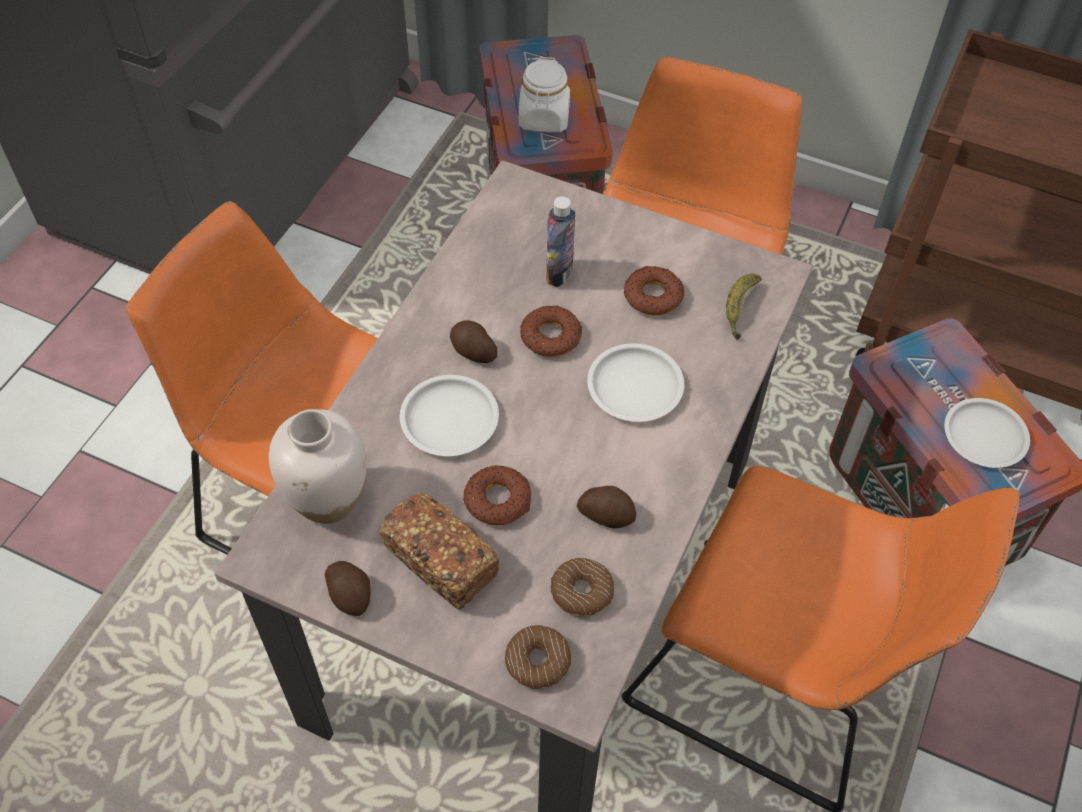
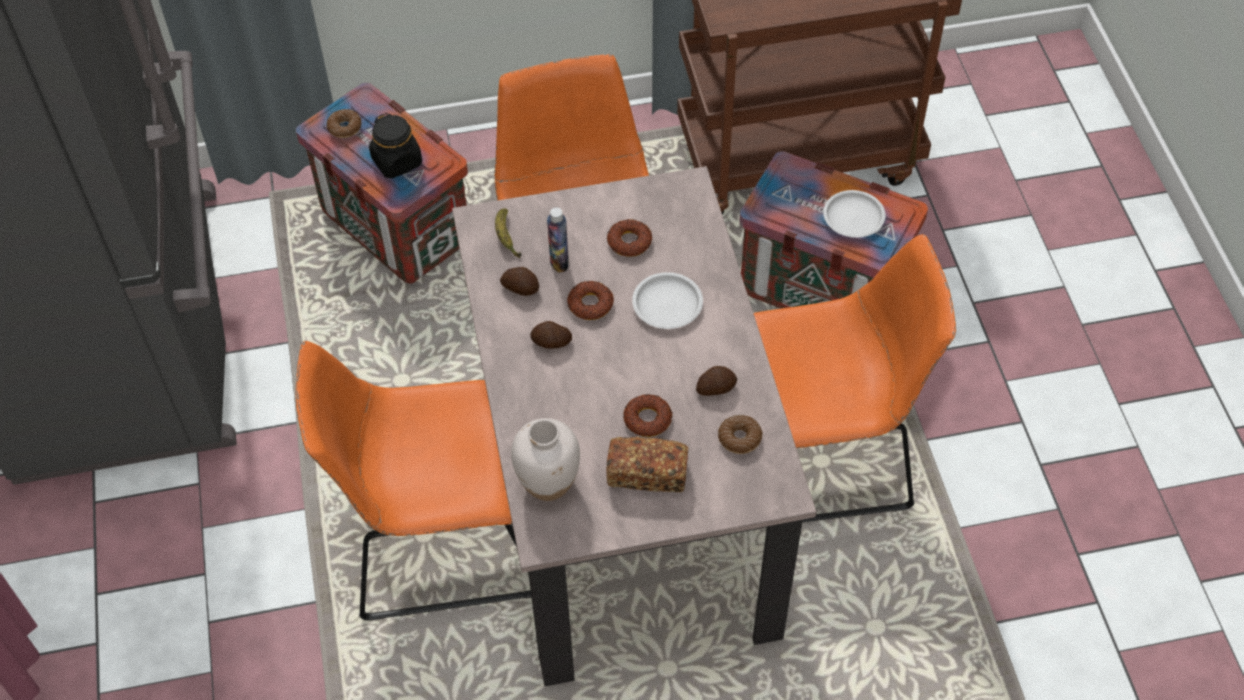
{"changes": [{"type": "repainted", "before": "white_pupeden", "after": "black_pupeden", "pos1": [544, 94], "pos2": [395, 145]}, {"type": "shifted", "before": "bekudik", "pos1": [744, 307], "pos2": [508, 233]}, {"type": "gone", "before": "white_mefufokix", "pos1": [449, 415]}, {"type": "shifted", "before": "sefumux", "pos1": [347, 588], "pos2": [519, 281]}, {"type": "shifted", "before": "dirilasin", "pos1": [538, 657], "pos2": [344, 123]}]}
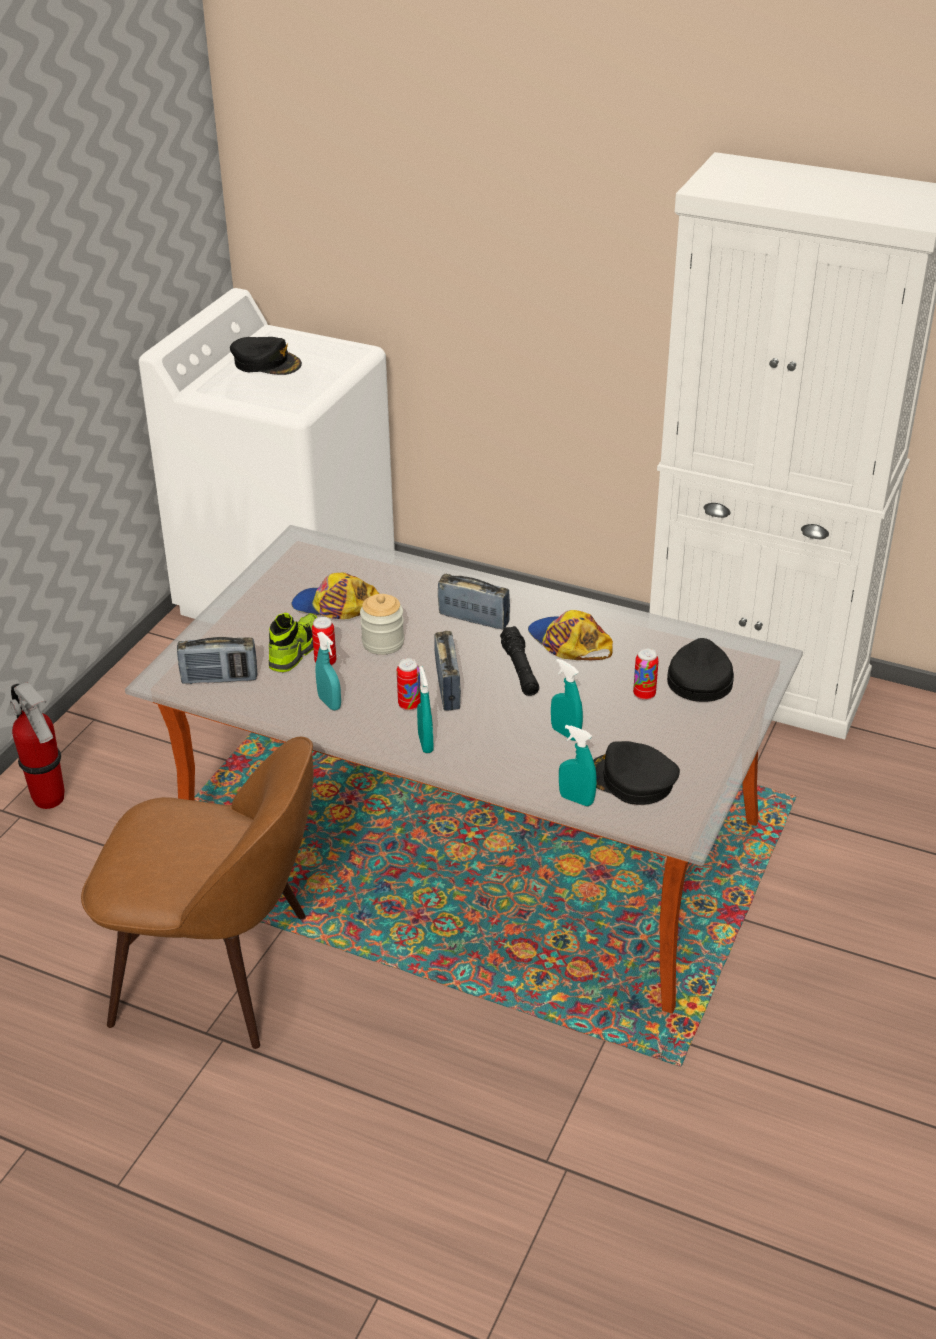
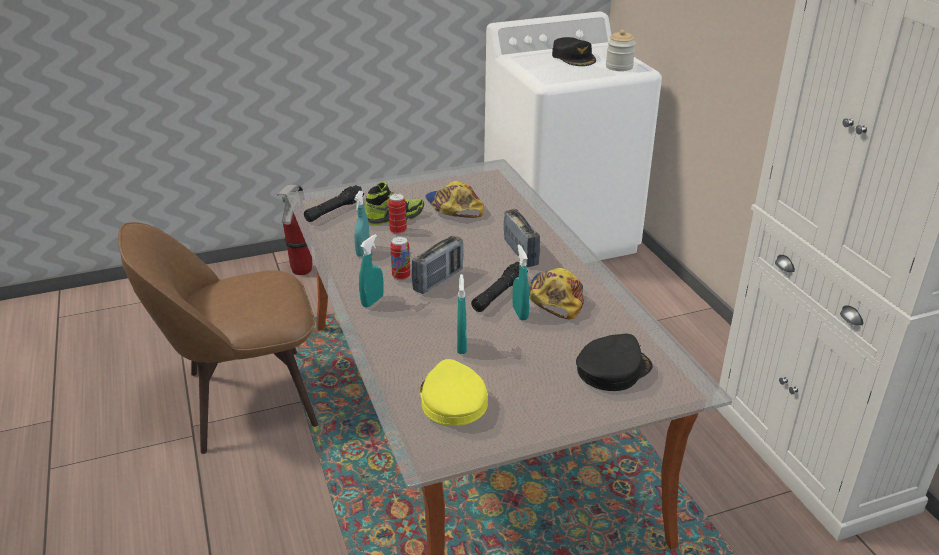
{"changes": [{"type": "shifted", "before": "pupeden", "pos1": [382, 624], "pos2": [621, 50]}, {"type": "swapped", "before": "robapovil", "after": "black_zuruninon", "pos1": [217, 660], "pos2": [334, 203]}, {"type": "gone", "before": "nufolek", "pos1": [646, 674]}, {"type": "shifted", "before": "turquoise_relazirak", "pos1": [578, 765], "pos2": [521, 282]}, {"type": "rotated", "before": "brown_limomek", "pos1": [197, 893], "pos2": [218, 338], "turn": 105}, {"type": "repainted", "before": "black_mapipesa", "after": "yellow_mapipesa", "pos1": [636, 773], "pos2": [454, 392]}]}
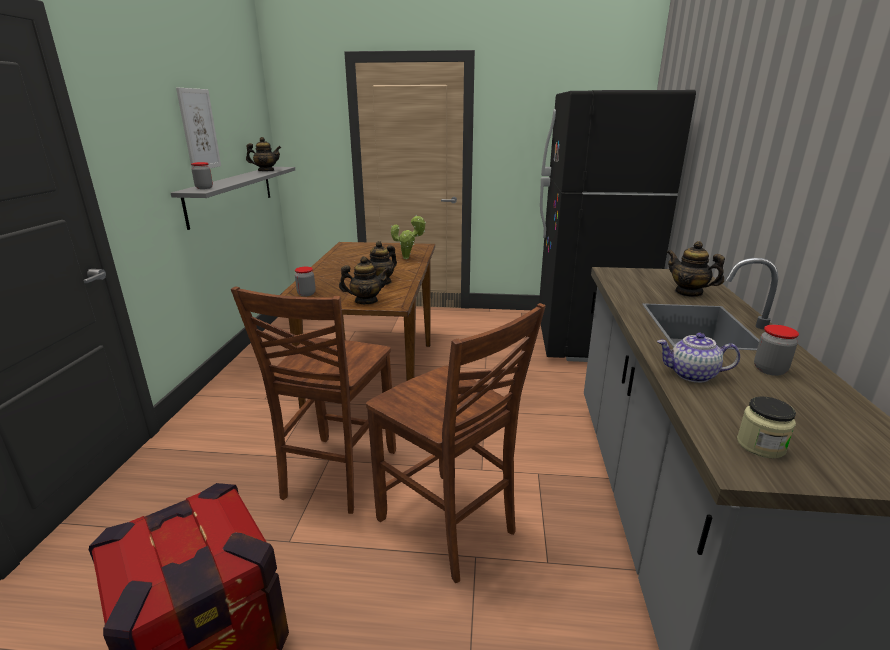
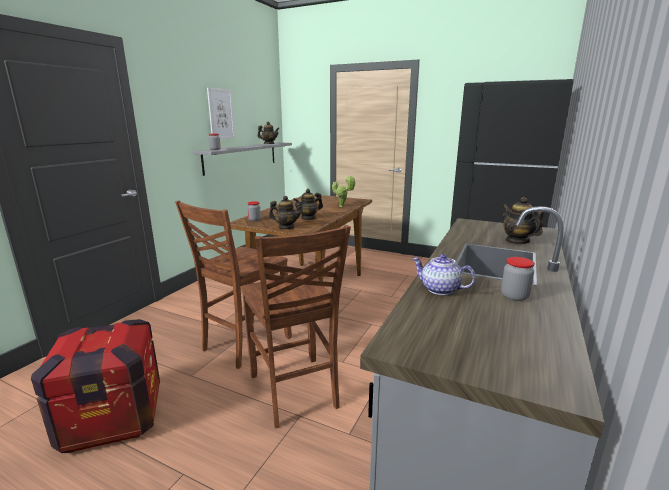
{"changes": [{"type": "gone", "before": "pupeden", "pos1": [766, 427]}]}
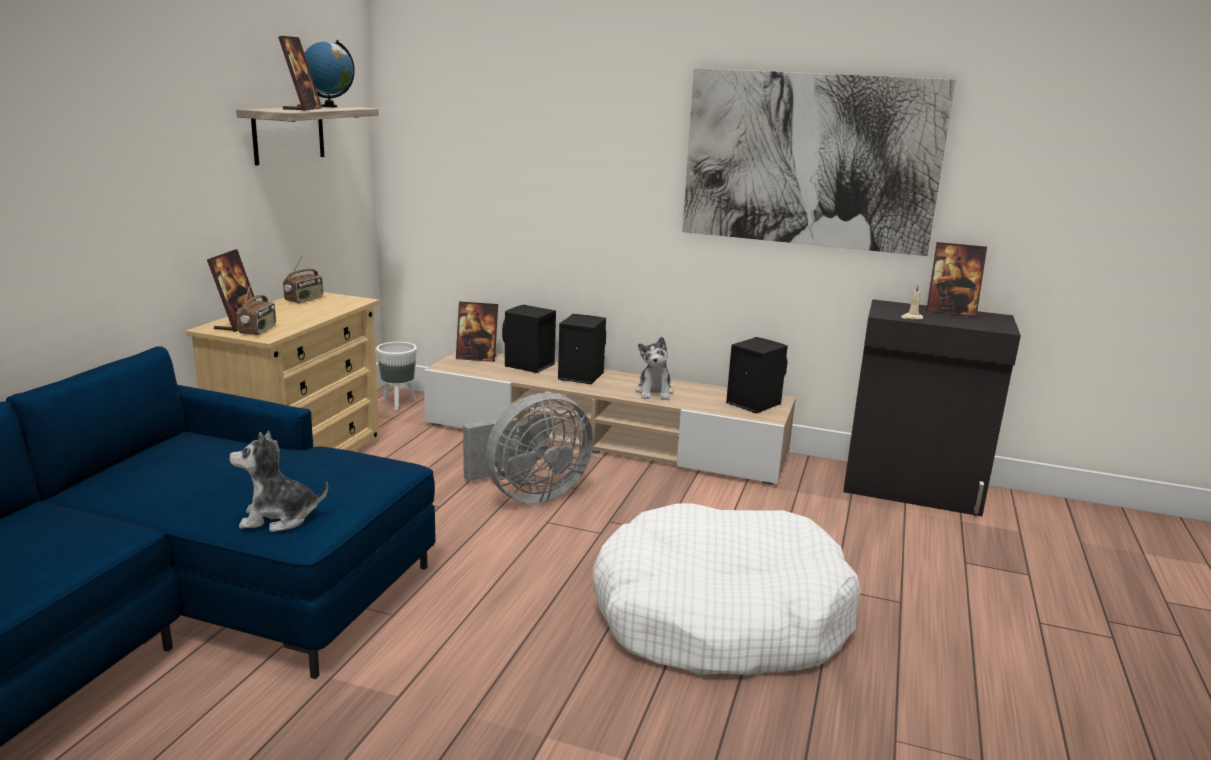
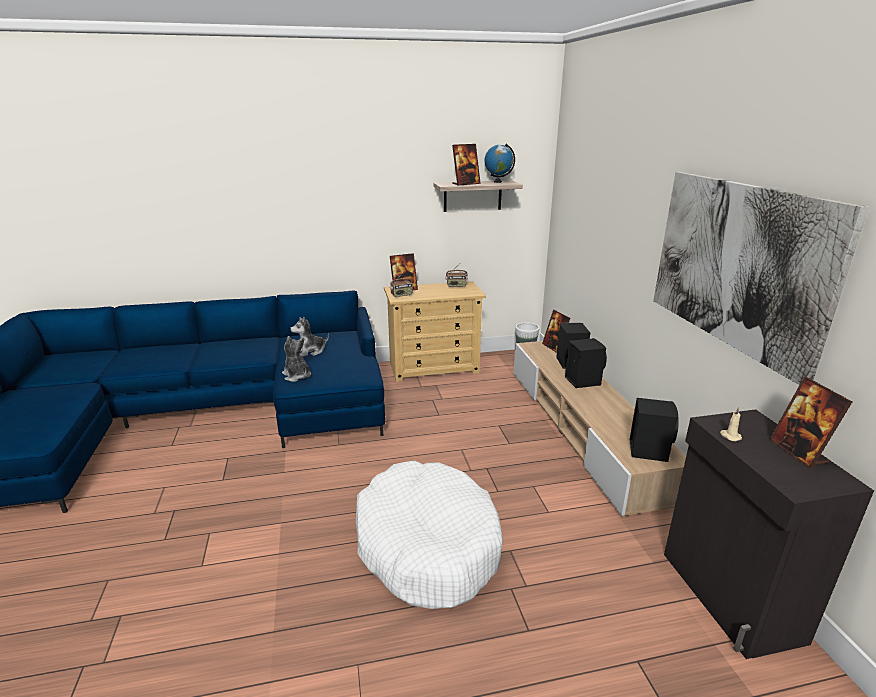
{"changes": [{"type": "shifted", "before": "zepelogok", "pos1": [655, 368], "pos2": [309, 336]}, {"type": "gone", "before": "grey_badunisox", "pos1": [528, 448]}]}
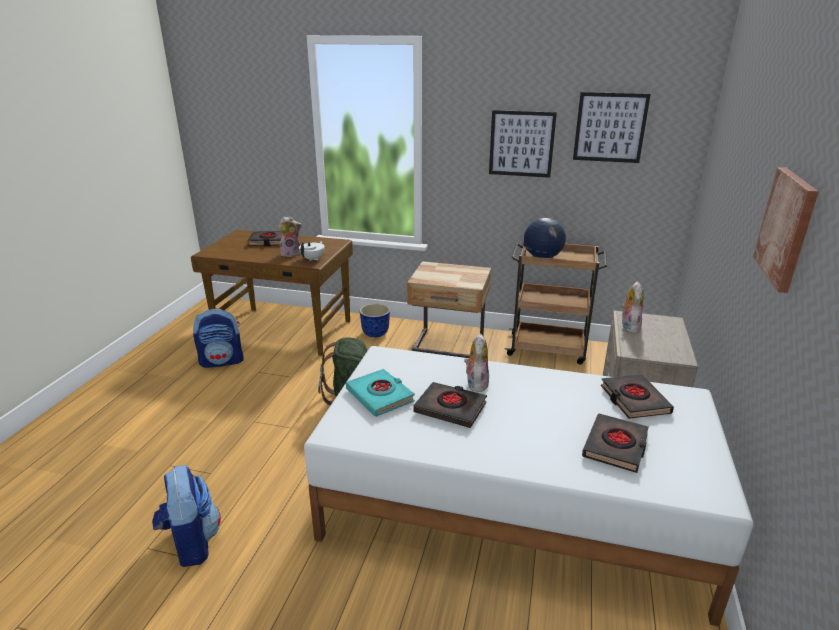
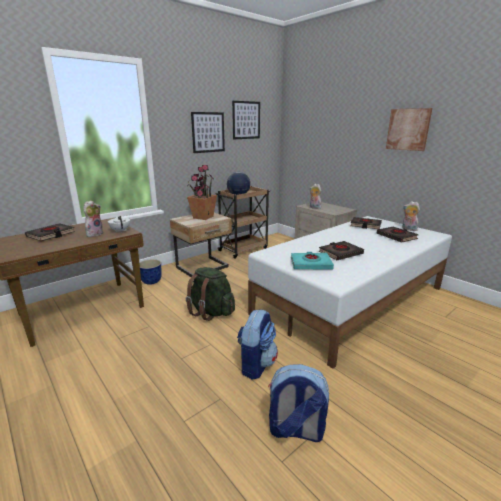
{"changes": [{"type": "shifted", "before": "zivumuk", "pos1": [218, 338], "pos2": [257, 344]}, {"type": "shifted", "before": "zepelogok", "pos1": [476, 363], "pos2": [411, 216]}, {"type": "new", "after": "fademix", "pos2": [202, 192]}]}
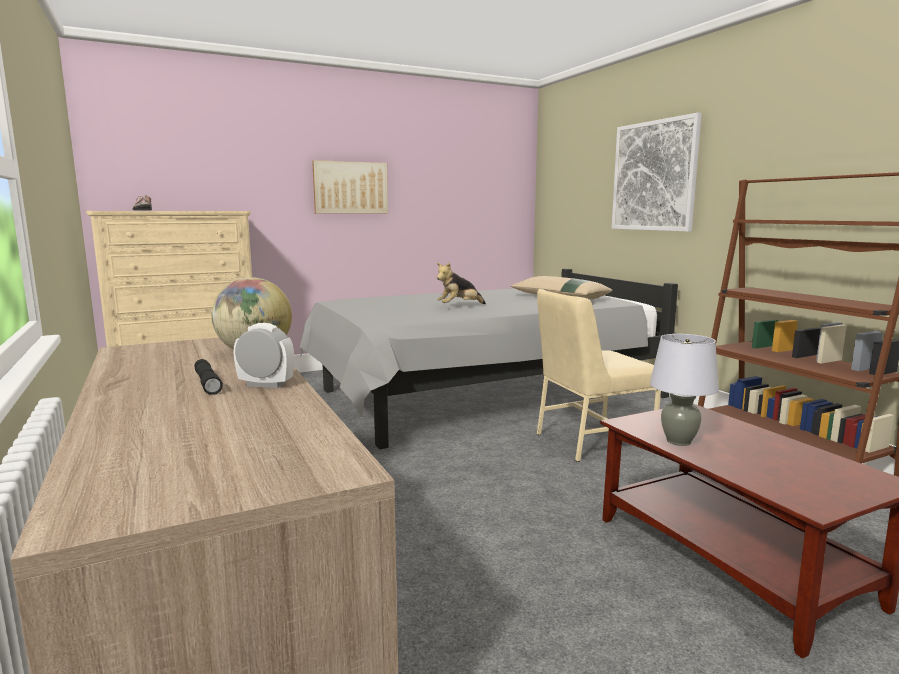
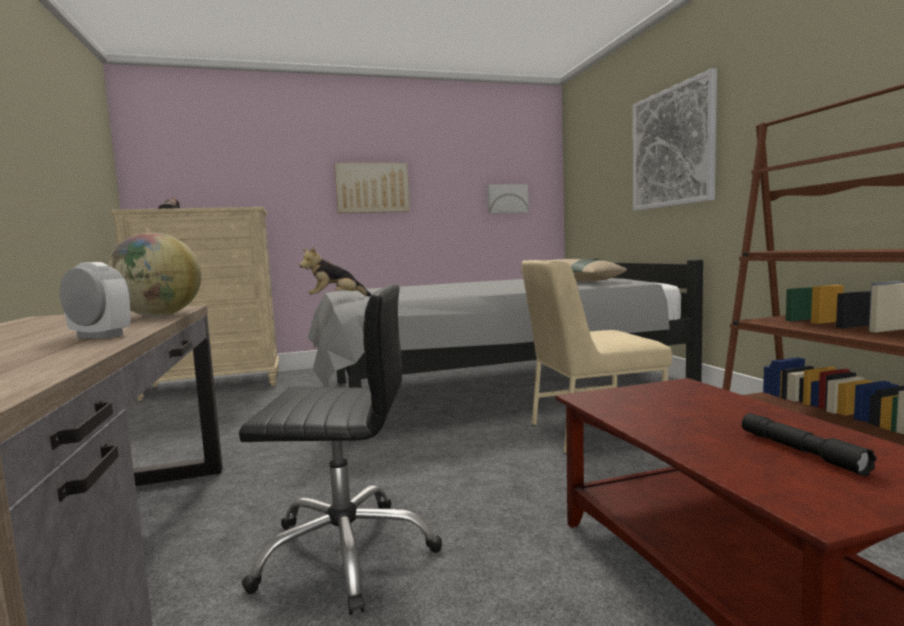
{"changes": [{"type": "shifted", "before": "zepelogok", "pos1": [461, 283], "pos2": [336, 271]}, {"type": "gone", "before": "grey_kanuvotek", "pos1": [684, 390]}, {"type": "shifted", "before": "black_zuruninon", "pos1": [208, 377], "pos2": [809, 444]}, {"type": "new", "after": "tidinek", "pos2": [508, 198]}, {"type": "new", "after": "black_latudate", "pos2": [340, 449]}]}
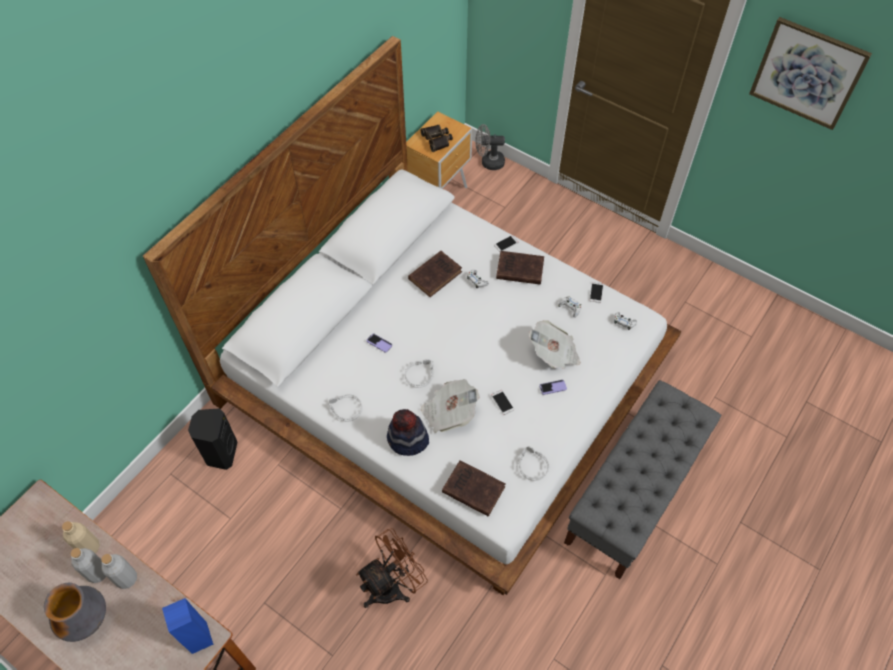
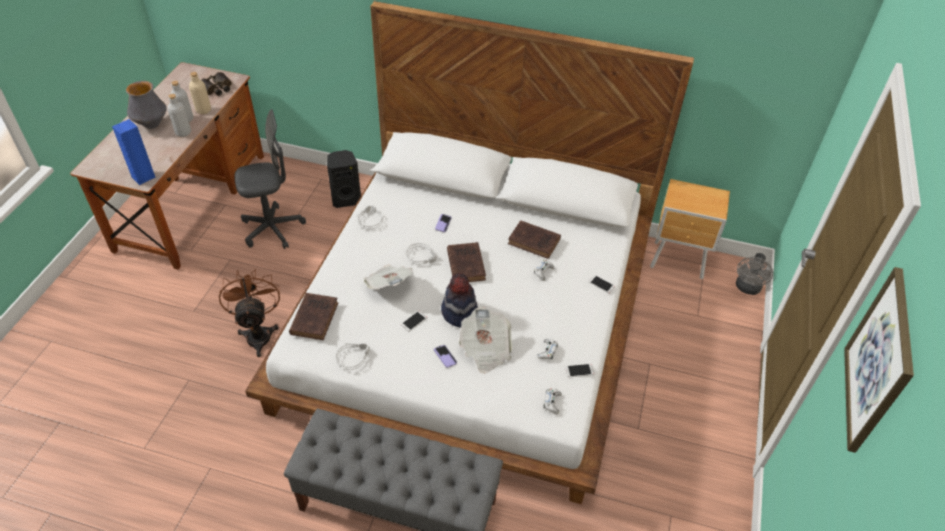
{"changes": [{"type": "rotated", "before": "grey_badunisox", "pos1": [490, 147], "pos2": [754, 274], "turn": -135}, {"type": "shifted", "before": "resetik", "pos1": [436, 138], "pos2": [216, 84]}, {"type": "shifted", "before": "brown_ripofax", "pos1": [520, 268], "pos2": [466, 262]}, {"type": "shifted", "before": "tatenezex", "pos1": [408, 432], "pos2": [459, 300]}, {"type": "rotated", "before": "brown_badunisox", "pos1": [392, 568], "pos2": [249, 313], "turn": -135}, {"type": "new", "after": "grey_latudate", "pos2": [270, 179]}]}
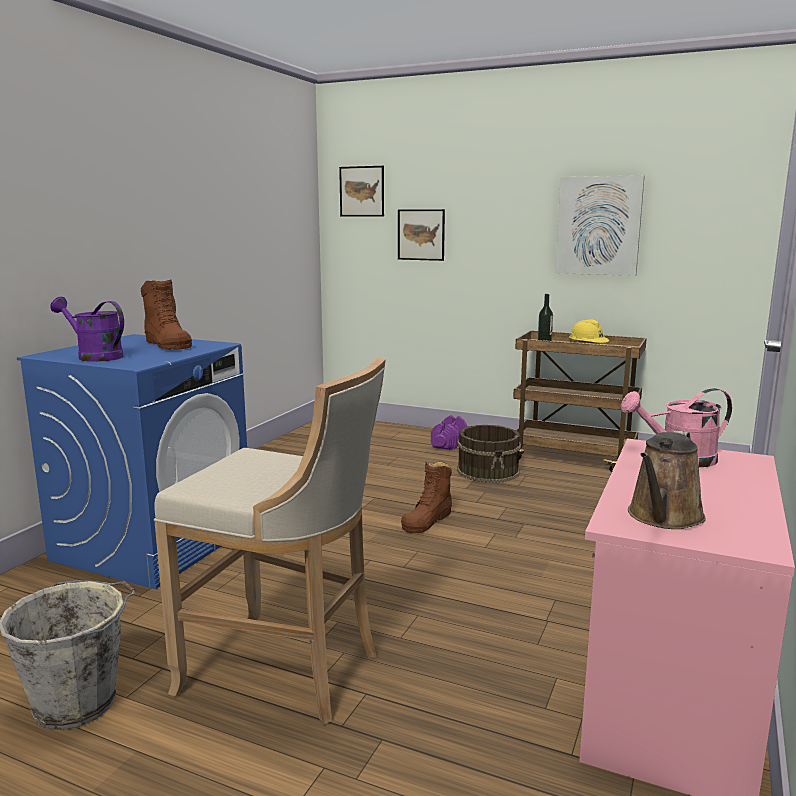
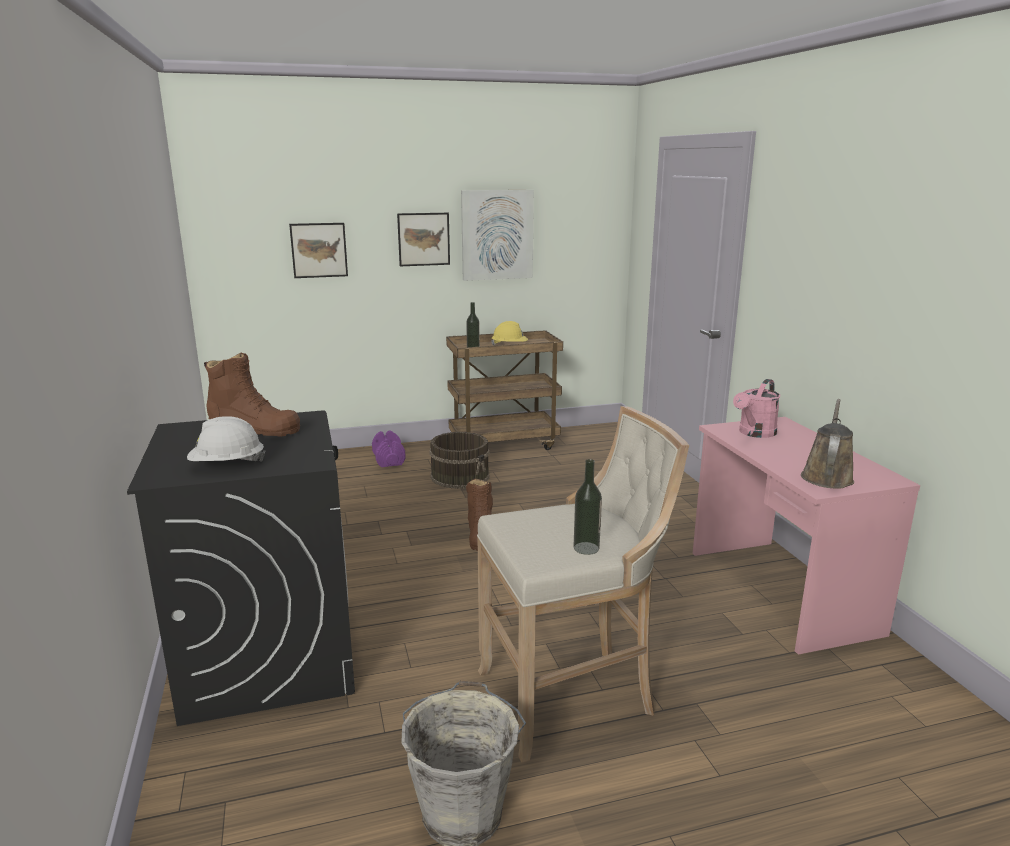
{"changes": [{"type": "shifted", "before": "tidinek", "pos1": [361, 191], "pos2": [423, 239]}, {"type": "swapped", "before": "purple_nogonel", "after": "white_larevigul", "pos1": [87, 329], "pos2": [226, 439]}, {"type": "repainted", "before": "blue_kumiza", "after": "black_kumiza", "pos1": [132, 461], "pos2": [241, 568]}, {"type": "rotated", "before": "brown_nogonel", "pos1": [667, 479], "pos2": [827, 443], "turn": -150}, {"type": "new", "after": "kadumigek", "pos2": [588, 507]}]}
